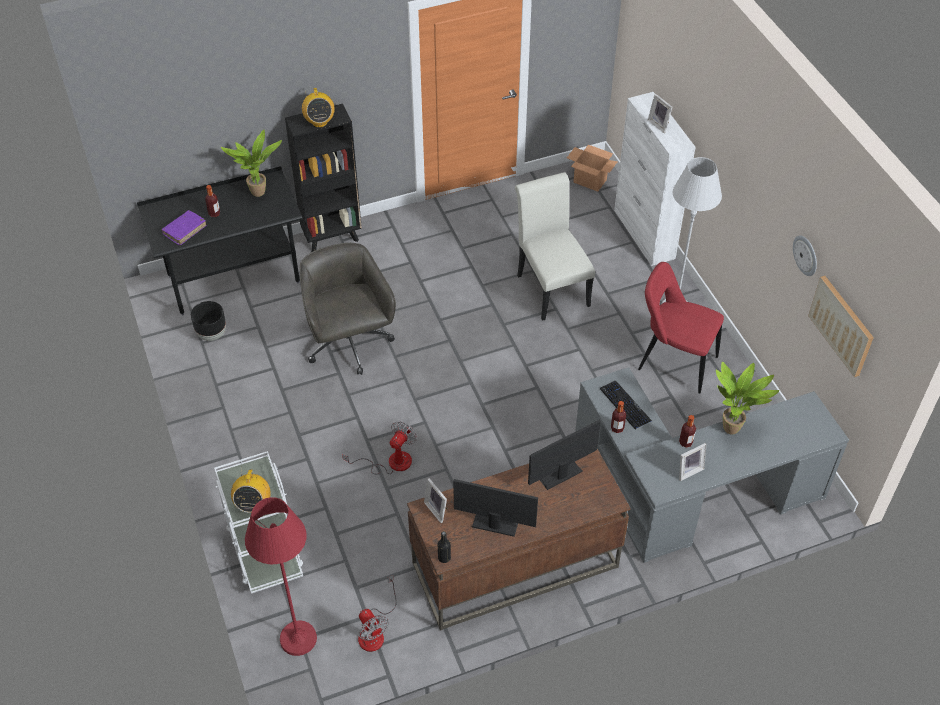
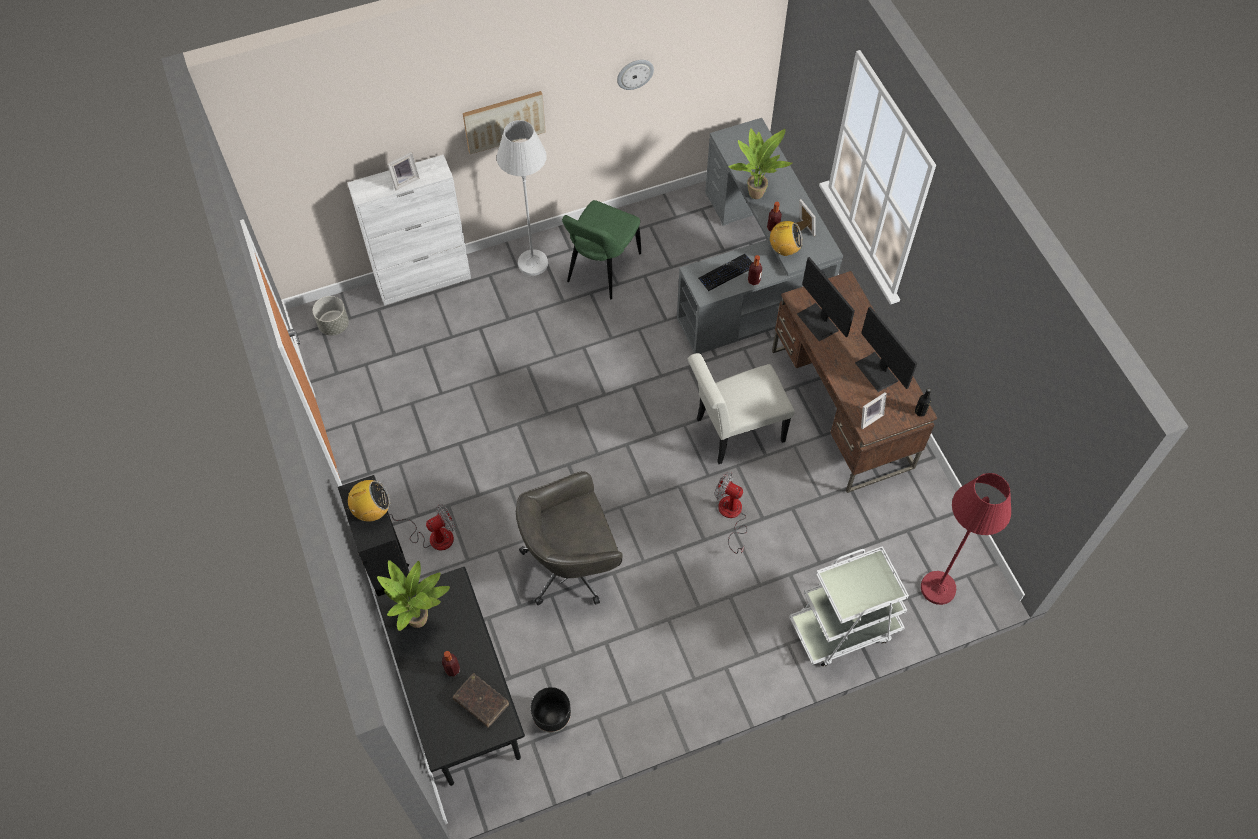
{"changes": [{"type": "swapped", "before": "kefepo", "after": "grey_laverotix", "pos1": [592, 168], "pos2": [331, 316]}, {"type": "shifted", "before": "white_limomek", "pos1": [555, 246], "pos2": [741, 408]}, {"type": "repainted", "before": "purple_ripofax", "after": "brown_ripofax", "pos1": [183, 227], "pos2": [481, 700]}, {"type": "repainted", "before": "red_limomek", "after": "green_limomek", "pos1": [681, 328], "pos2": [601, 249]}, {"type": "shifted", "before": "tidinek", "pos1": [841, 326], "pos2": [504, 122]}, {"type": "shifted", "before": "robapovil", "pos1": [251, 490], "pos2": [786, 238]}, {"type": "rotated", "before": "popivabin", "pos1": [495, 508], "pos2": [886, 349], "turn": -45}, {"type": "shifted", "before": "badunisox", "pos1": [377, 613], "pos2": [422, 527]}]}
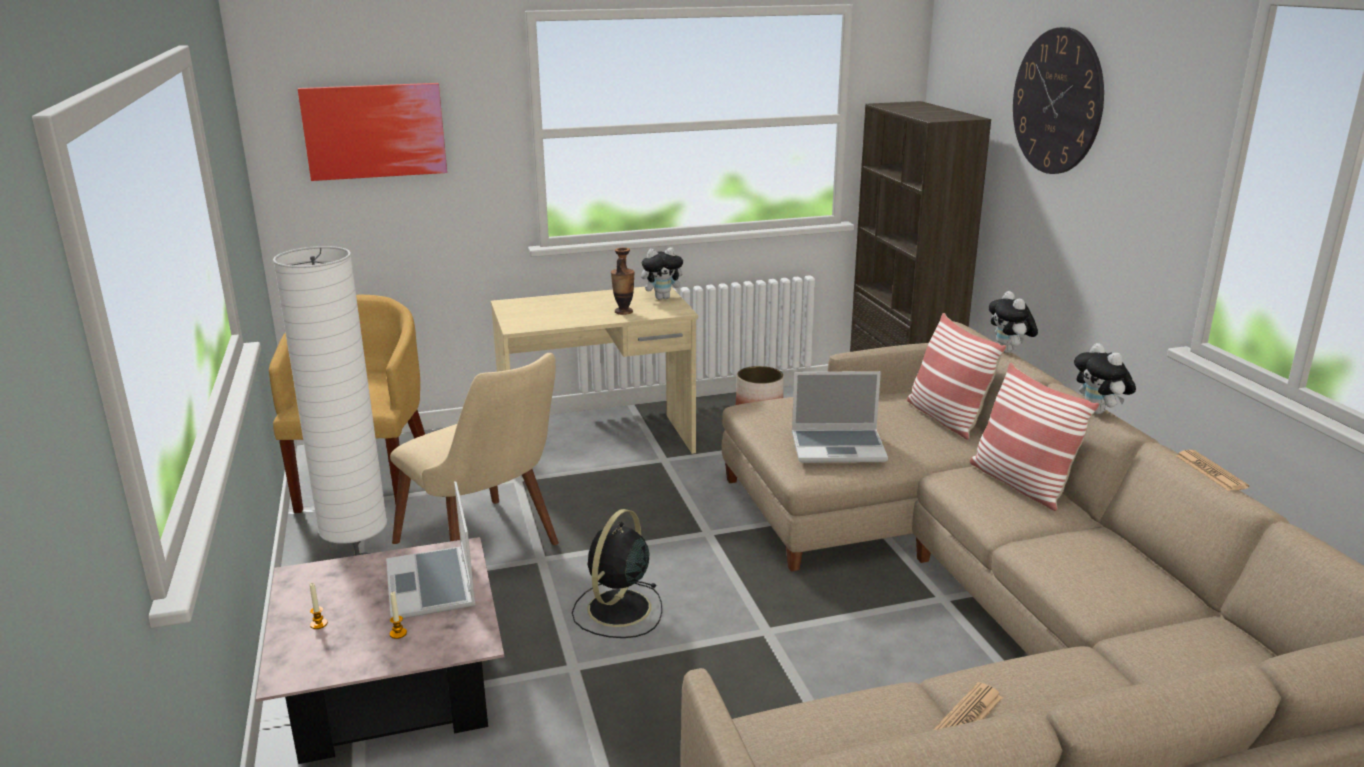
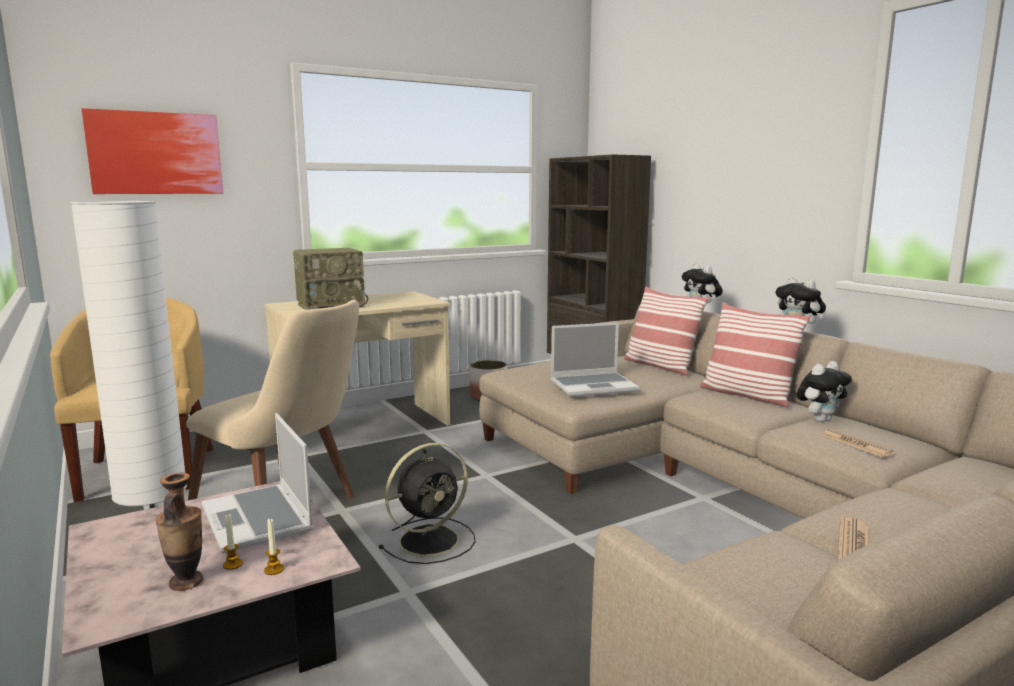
{"changes": [{"type": "gone", "before": "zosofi", "pos1": [1058, 100]}, {"type": "shifted", "before": "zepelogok", "pos1": [664, 273], "pos2": [824, 391]}, {"type": "shifted", "before": "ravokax", "pos1": [623, 281], "pos2": [180, 532]}, {"type": "shifted", "before": "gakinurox", "pos1": [1212, 470], "pos2": [858, 443]}, {"type": "rotated", "before": "black_badunisox", "pos1": [617, 573], "pos2": [427, 503], "turn": -135}, {"type": "shifted", "before": "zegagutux", "pos1": [319, 606], "pos2": [274, 547]}, {"type": "new", "after": "robapovil", "pos2": [330, 279]}]}
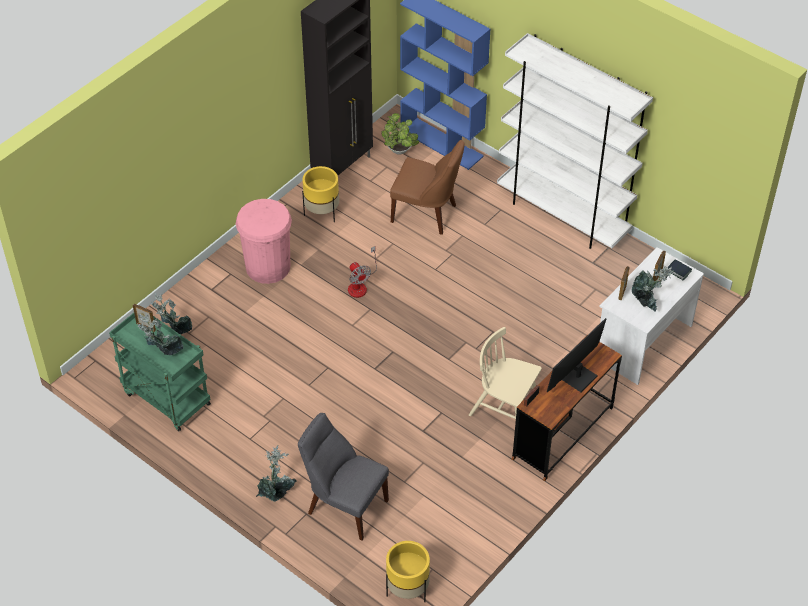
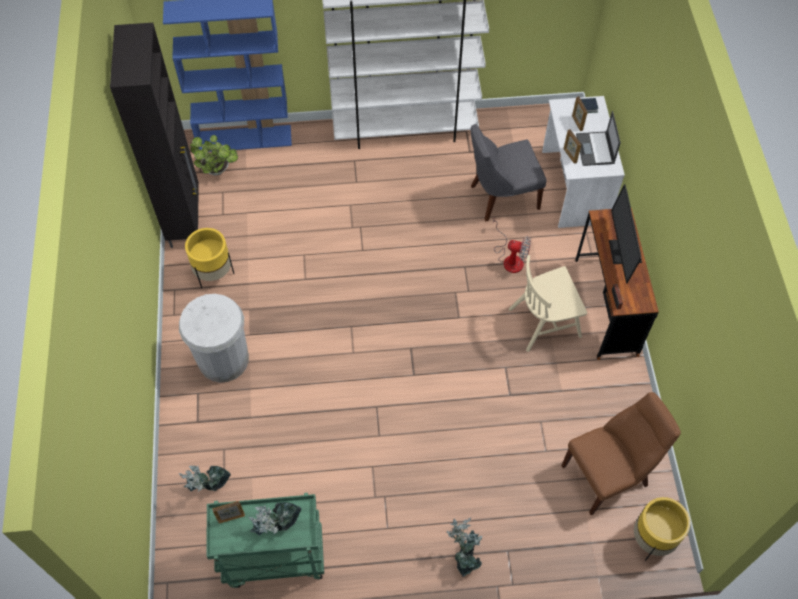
{"changes": [{"type": "shifted", "before": "brown_limomek", "pos1": [427, 187], "pos2": [621, 453]}, {"type": "repainted", "before": "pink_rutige", "after": "white_rutige", "pos1": [264, 241], "pos2": [214, 338]}, {"type": "shifted", "before": "badunisox", "pos1": [362, 272], "pos2": [512, 244]}, {"type": "swapped", "before": "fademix", "after": "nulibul", "pos1": [653, 289], "pos2": [598, 138]}, {"type": "shifted", "before": "grey_limomek", "pos1": [343, 476], "pos2": [509, 172]}]}
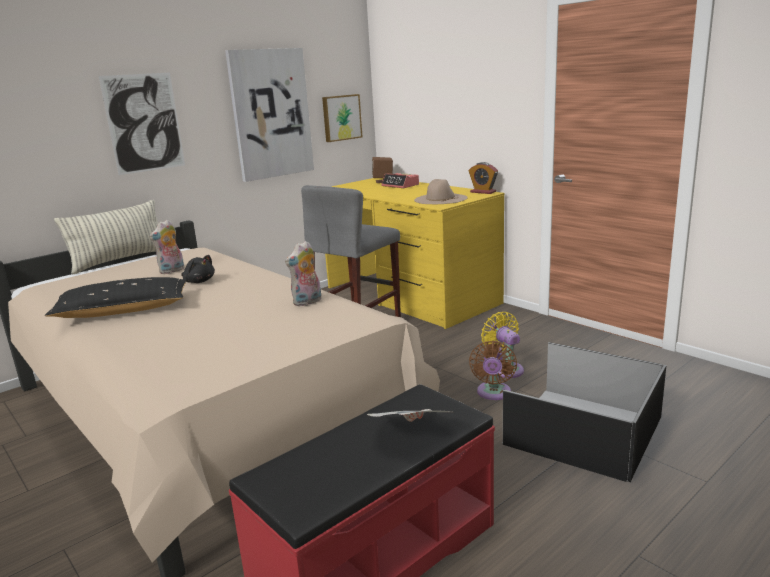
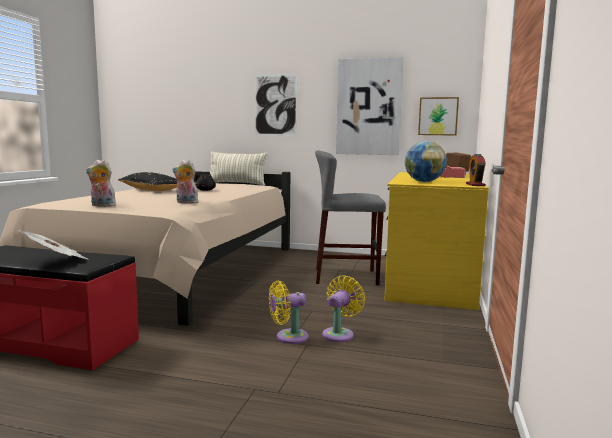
{"changes": [{"type": "swapped", "before": "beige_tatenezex", "after": "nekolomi", "pos1": [440, 191], "pos2": [426, 161]}, {"type": "shifted", "before": "zepelogok", "pos1": [166, 247], "pos2": [101, 183]}, {"type": "repainted", "before": "brown_badunisox", "after": "yellow_badunisox", "pos1": [493, 370], "pos2": [289, 312]}, {"type": "gone", "before": "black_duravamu", "pos1": [584, 412]}]}
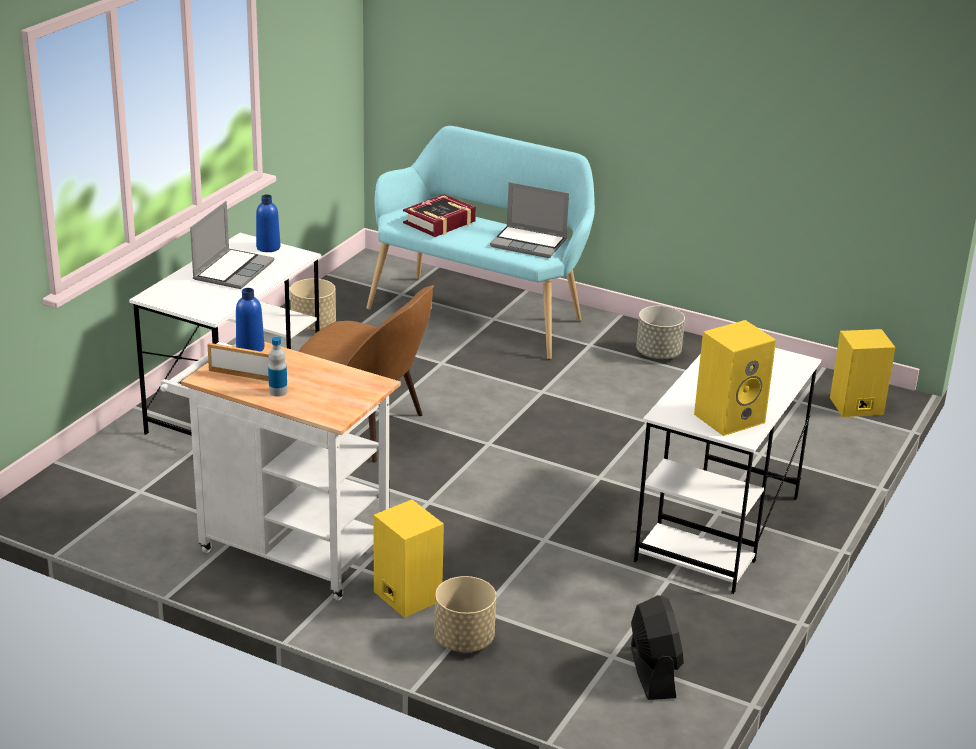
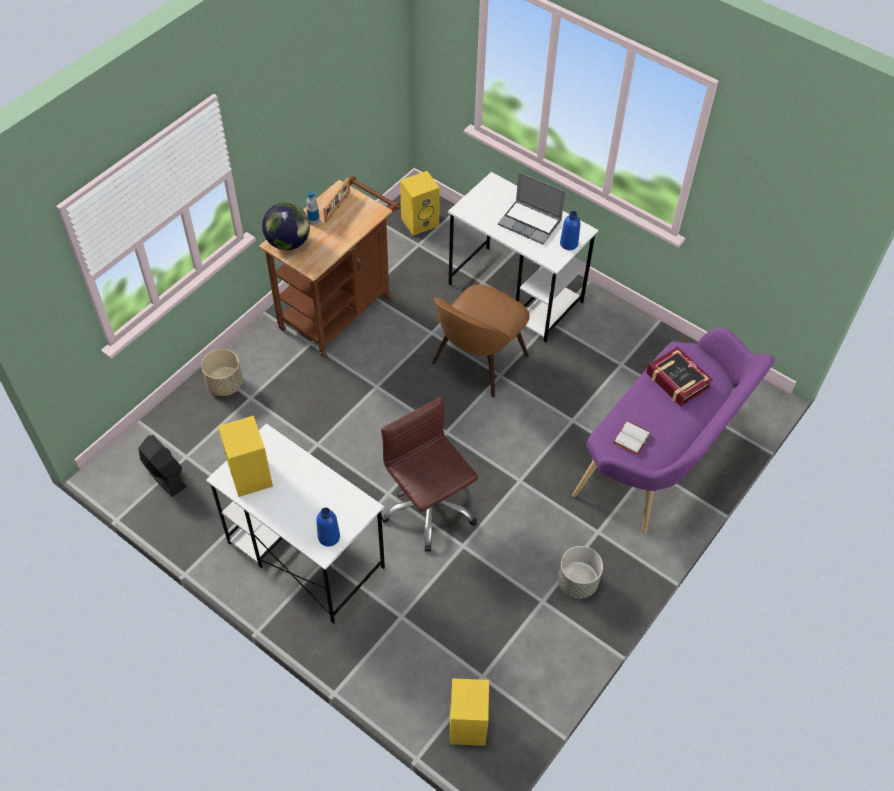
{"changes": [{"type": "repainted", "before": "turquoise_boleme", "after": "purple_boleme", "pos1": [481, 243], "pos2": [673, 430]}, {"type": "swapped", "before": "nulibul", "after": "white_ripofax", "pos1": [529, 220], "pos2": [632, 438]}, {"type": "gone", "before": "beige_laverotix", "pos1": [313, 304]}, {"type": "shifted", "before": "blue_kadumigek", "pos1": [250, 320], "pos2": [328, 527]}, {"type": "repainted", "before": "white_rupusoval", "after": "brown_rupusoval", "pos1": [280, 471], "pos2": [330, 267]}, {"type": "shifted", "before": "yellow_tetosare", "pos1": [409, 559], "pos2": [420, 203]}, {"type": "rotated", "before": "black_badunisox", "pos1": [657, 647], "pos2": [162, 466], "turn": -135}, {"type": "new", "after": "nekolomi", "pos2": [286, 226]}, {"type": "new", "after": "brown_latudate", "pos2": [429, 474]}]}
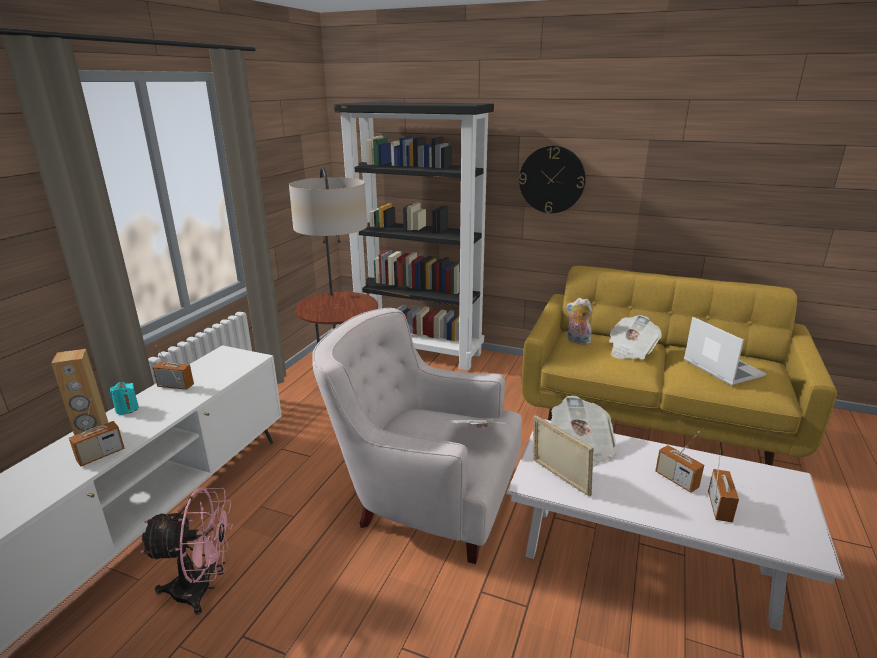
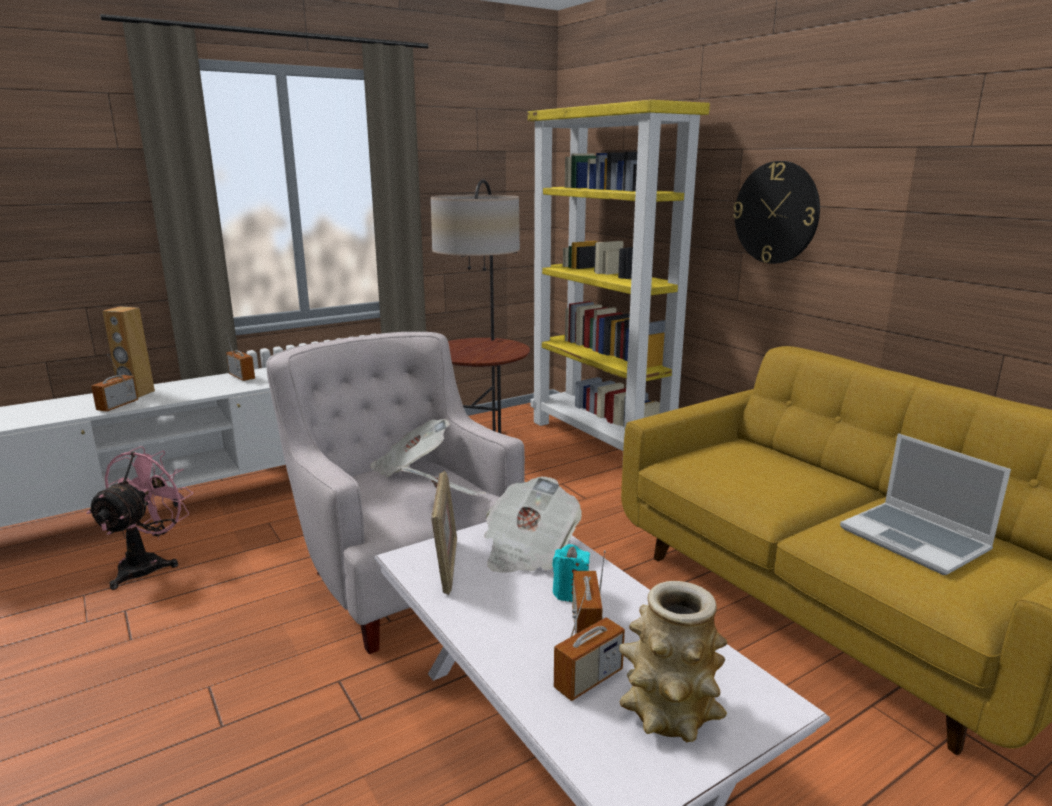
{"changes": [{"type": "repainted", "before": "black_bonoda", "after": "yellow_bonoda", "pos1": [414, 236], "pos2": [619, 284]}, {"type": "gone", "before": "zepelogok", "pos1": [579, 321]}, {"type": "shifted", "before": "gakinurox", "pos1": [635, 337], "pos2": [410, 448]}, {"type": "rotated", "before": "nulibul", "pos1": [725, 351], "pos2": [925, 504], "turn": 135}, {"type": "shifted", "before": "turquoise_zegagutux", "pos1": [124, 398], "pos2": [571, 573]}, {"type": "rotated", "before": "robapovil", "pos1": [97, 432], "pos2": [114, 383], "turn": 120}, {"type": "rotated", "before": "pink_badunisox", "pos1": [186, 551], "pos2": [139, 518], "turn": -105}, {"type": "new", "after": "ravokax", "pos2": [673, 661]}]}
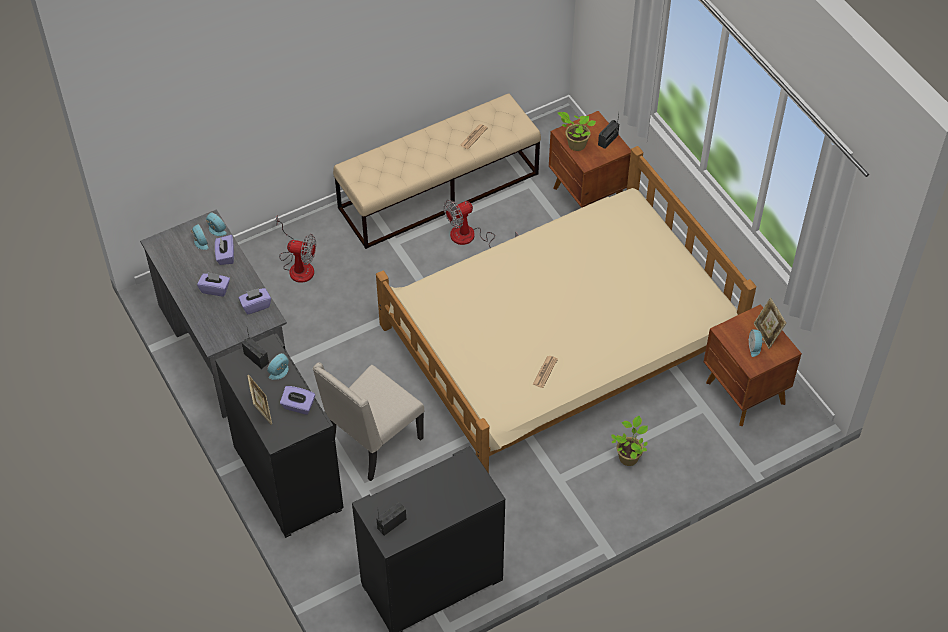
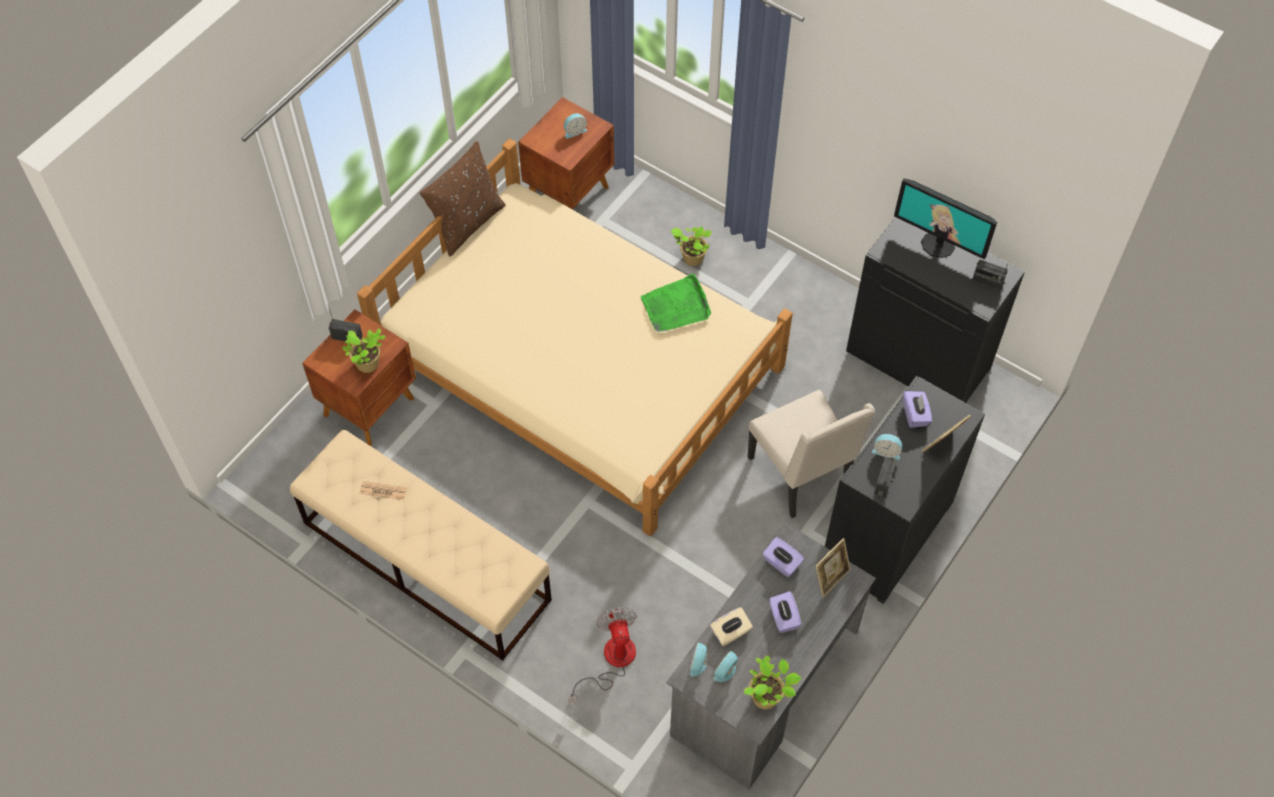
{"changes": [{"type": "gone", "before": "badunisox", "pos1": [481, 224]}, {"type": "repainted", "before": "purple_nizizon", "after": "beige_nizizon", "pos1": [224, 250], "pos2": [731, 626]}, {"type": "shifted", "before": "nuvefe", "pos1": [770, 323], "pos2": [833, 567]}, {"type": "swapped", "before": "gakinurox", "after": "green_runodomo", "pos1": [545, 372], "pos2": [675, 302]}, {"type": "rotated", "before": "beige_limomek", "pos1": [368, 421], "pos2": [811, 454], "turn": 45}, {"type": "new", "after": "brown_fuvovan", "pos2": [463, 199]}, {"type": "new", "after": "popivabin", "pos2": [945, 219]}, {"type": "new", "after": "fademix", "pos2": [772, 682]}]}
